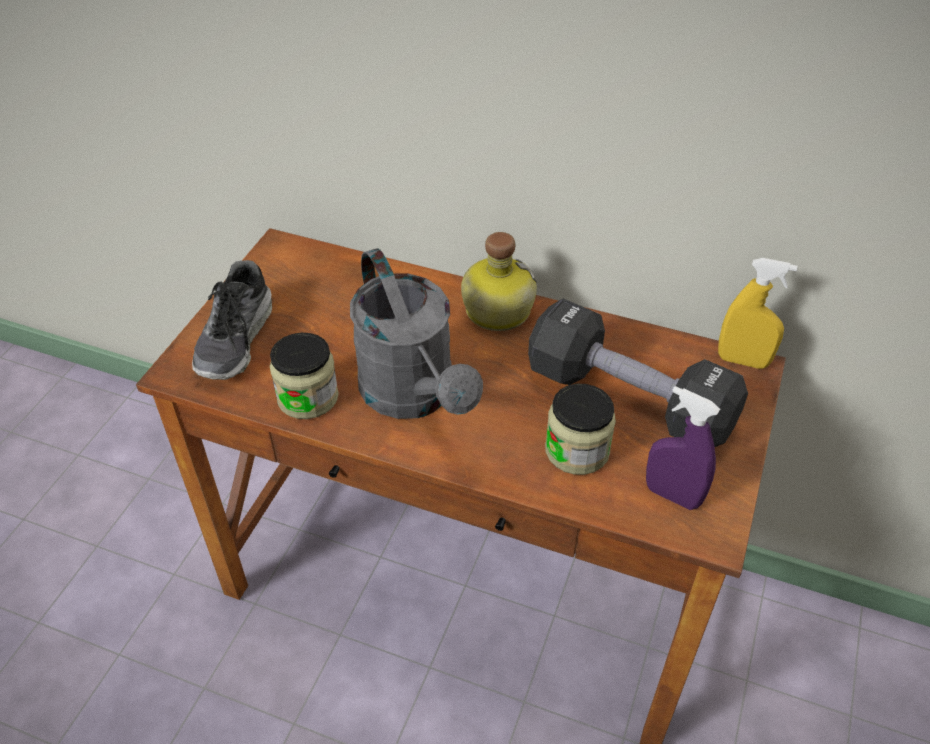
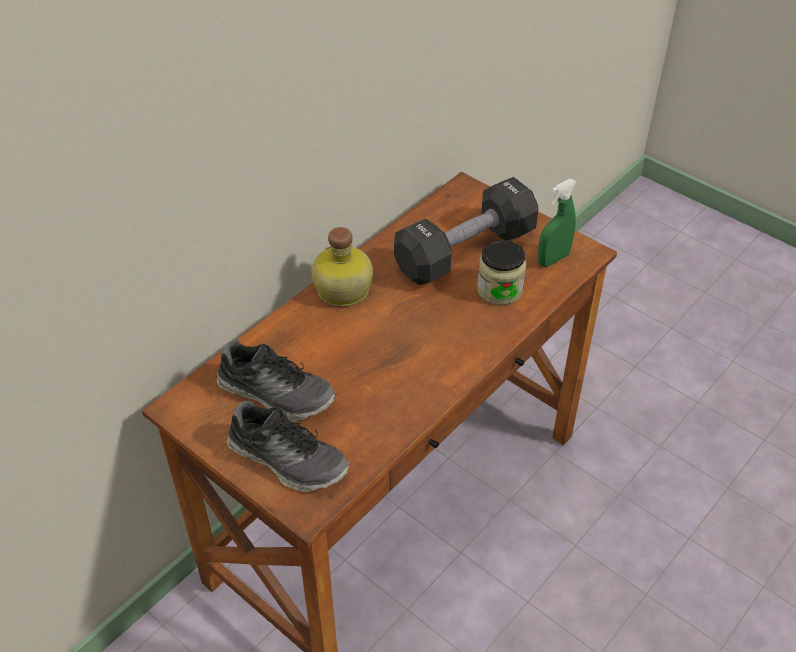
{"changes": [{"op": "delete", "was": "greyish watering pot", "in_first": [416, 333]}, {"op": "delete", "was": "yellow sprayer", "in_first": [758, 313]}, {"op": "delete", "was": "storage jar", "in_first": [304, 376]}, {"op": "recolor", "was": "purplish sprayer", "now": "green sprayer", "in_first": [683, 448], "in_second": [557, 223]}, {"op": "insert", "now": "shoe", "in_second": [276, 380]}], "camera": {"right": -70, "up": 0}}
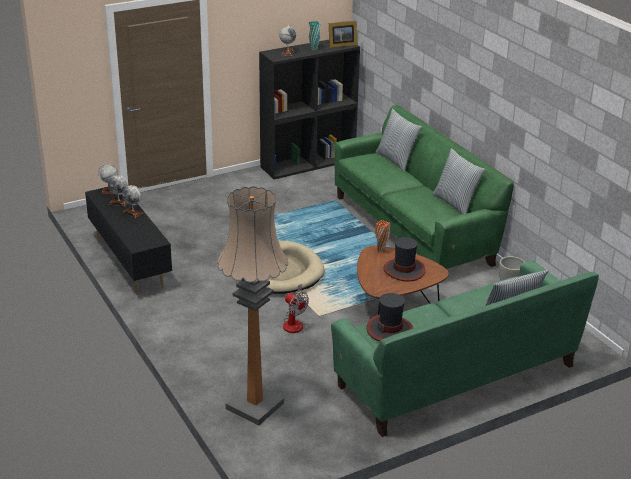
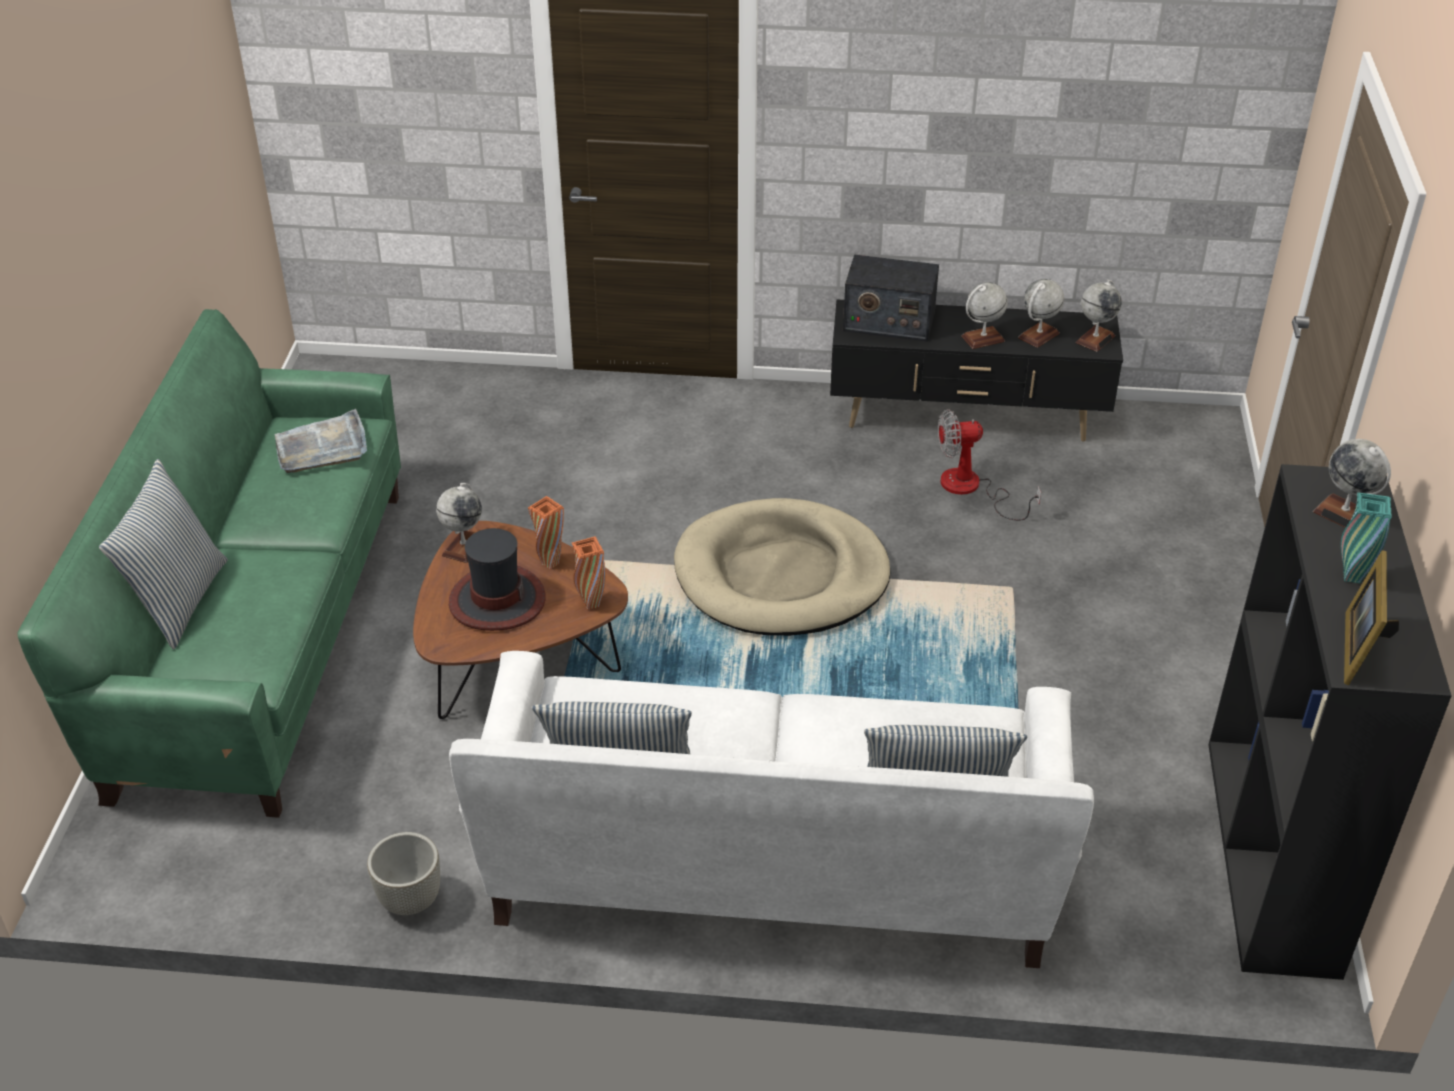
{"changes": [{"op": "recolor", "was": "green couch", "now": "white couch", "in_first": [424, 187], "in_second": [771, 809]}, {"op": "delete", "was": "standing lamp", "in_first": [252, 306]}, {"op": "move", "was": "electric fan", "in_first": [296, 308], "in_second": [989, 465]}, {"op": "replace", "was": "clothing hat", "now": "greyish carrying tray", "in_first": [389, 317], "in_second": [321, 441]}, {"op": "insert", "now": "radio receiver", "in_second": [891, 298]}, {"op": "insert", "now": "globe", "in_second": [459, 523]}, {"op": "insert", "now": "orange-coloured decorative vase", "in_second": [546, 533]}], "camera": {"right": 125, "up": 10}}
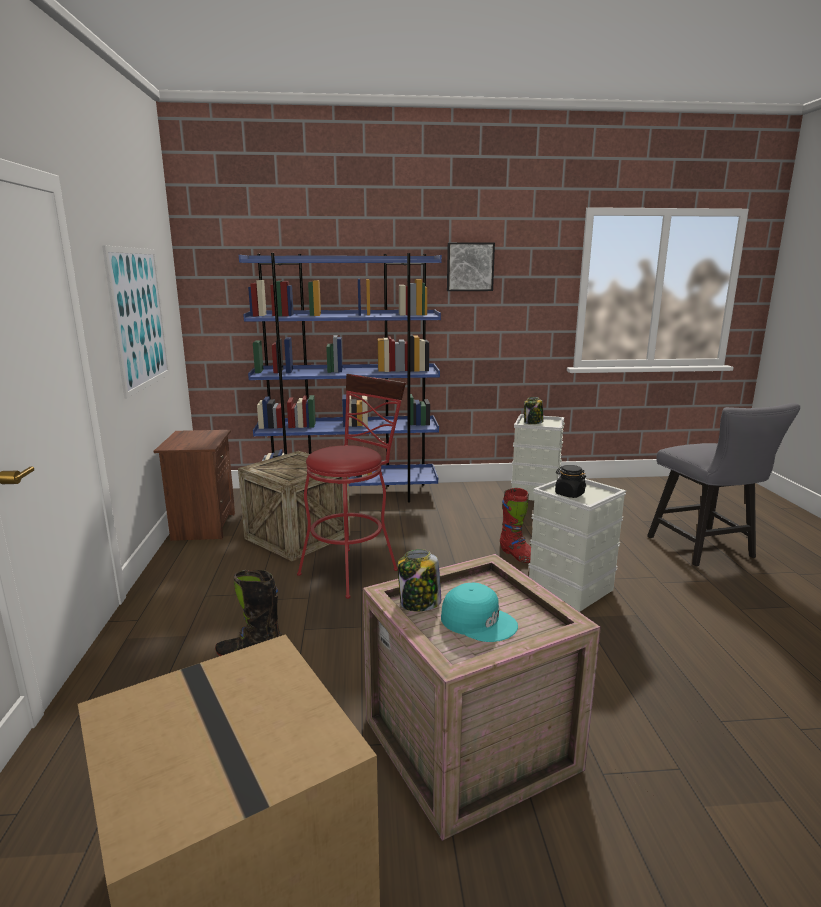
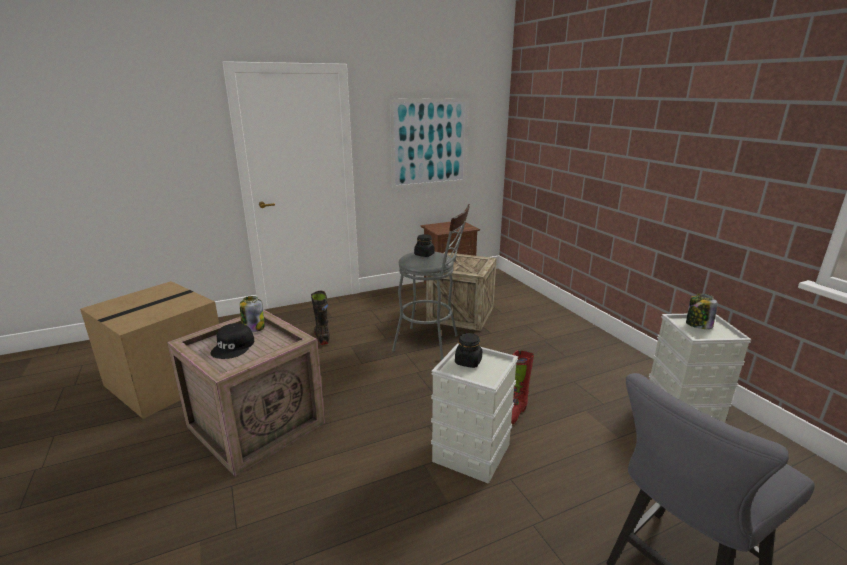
{"changes": [{"op": "delete", "was": "wall picture", "in_first": [471, 266]}, {"op": "delete", "was": "blue-coloured bookcase", "in_first": [340, 377]}, {"op": "recolor", "was": "reddish stool seat", "now": "greyish stool seat", "in_first": [351, 486], "in_second": [431, 282]}, {"op": "recolor", "was": "turquoise-coloured baseball cap", "now": "blackish baseball cap", "in_first": [479, 612], "in_second": [232, 341]}, {"op": "insert", "now": "blackish storage jar", "in_second": [424, 245]}], "camera": {"right": 70, "up": 5}}
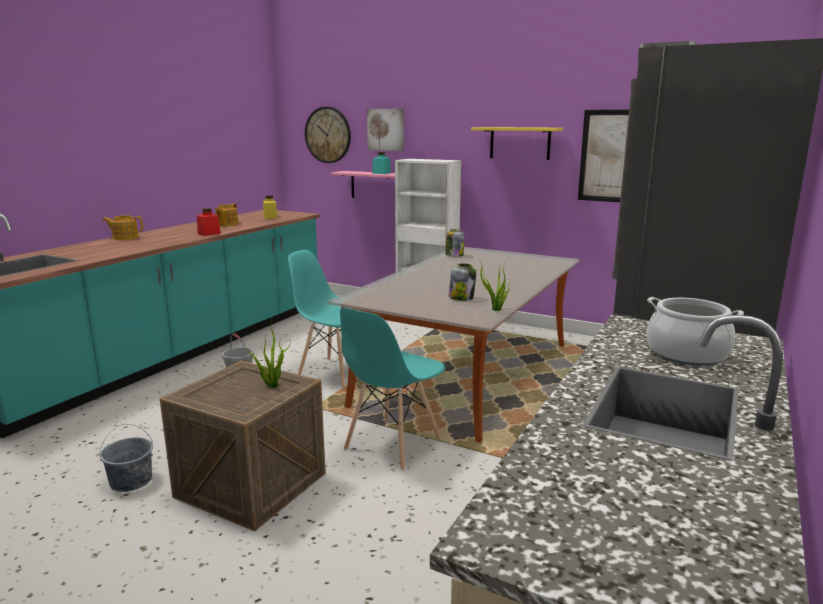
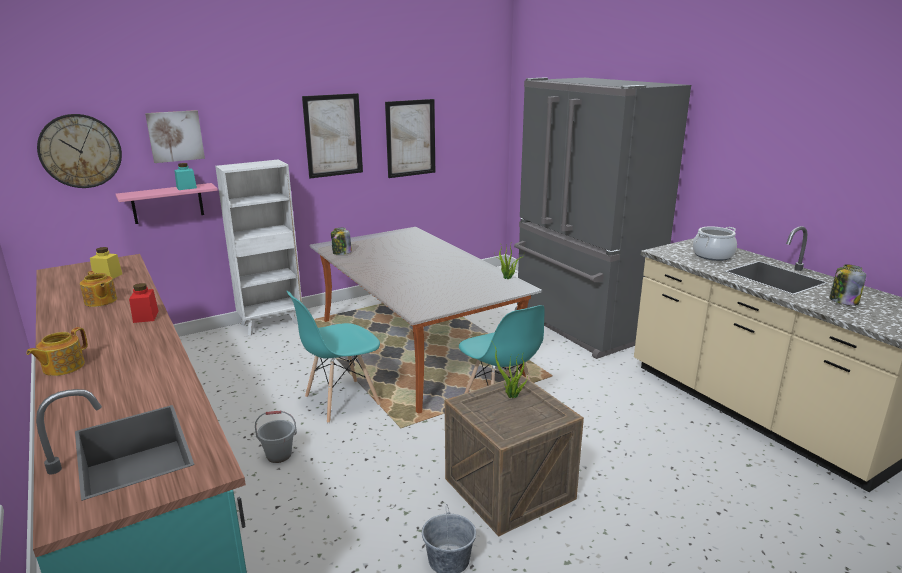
{"changes": [{"op": "replace", "was": "yellow wall shelf", "now": "wall picture", "in_first": [517, 143], "in_second": [332, 135]}, {"op": "move", "was": "storage jar", "in_first": [462, 282], "in_second": [848, 285]}], "camera": {"right": -60, "up": 5}}
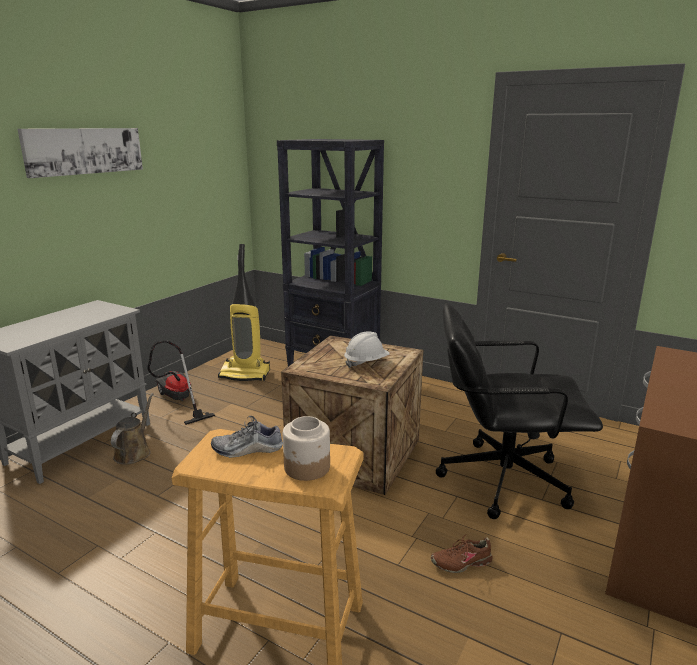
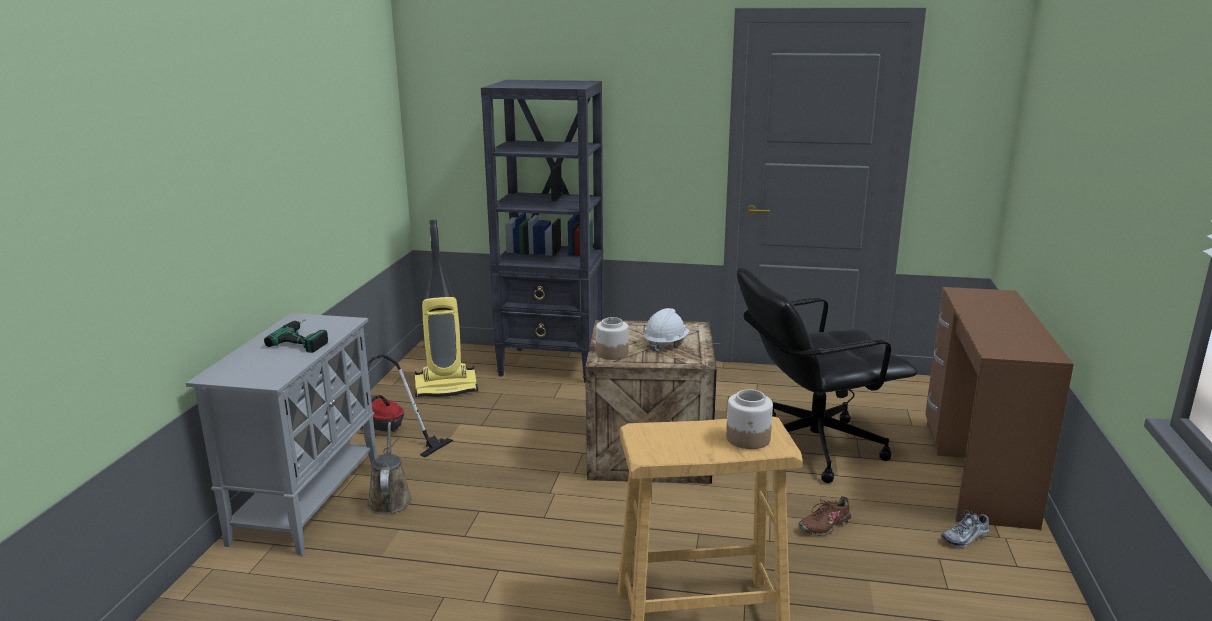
{"changes": [{"op": "delete", "was": "wall picture", "in_first": [80, 153]}, {"op": "move", "was": "shoe", "in_first": [247, 437], "in_second": [965, 528]}, {"op": "insert", "now": "storage jar", "in_second": [612, 338]}, {"op": "insert", "now": "power drill", "in_second": [296, 336]}], "camera": {"right": -20, "up": 0}}
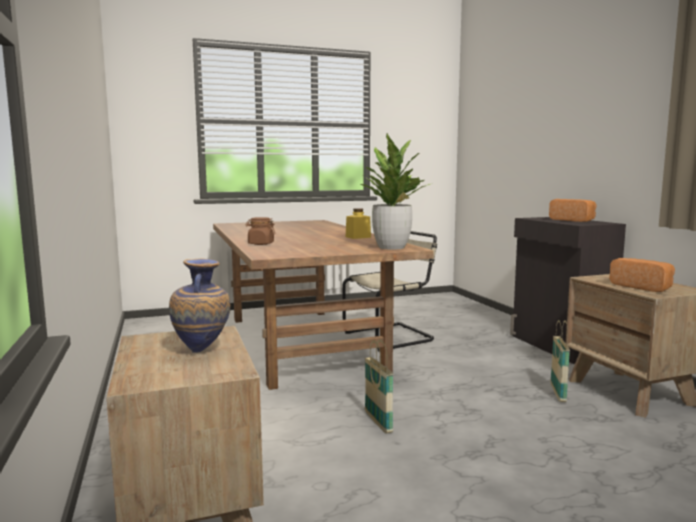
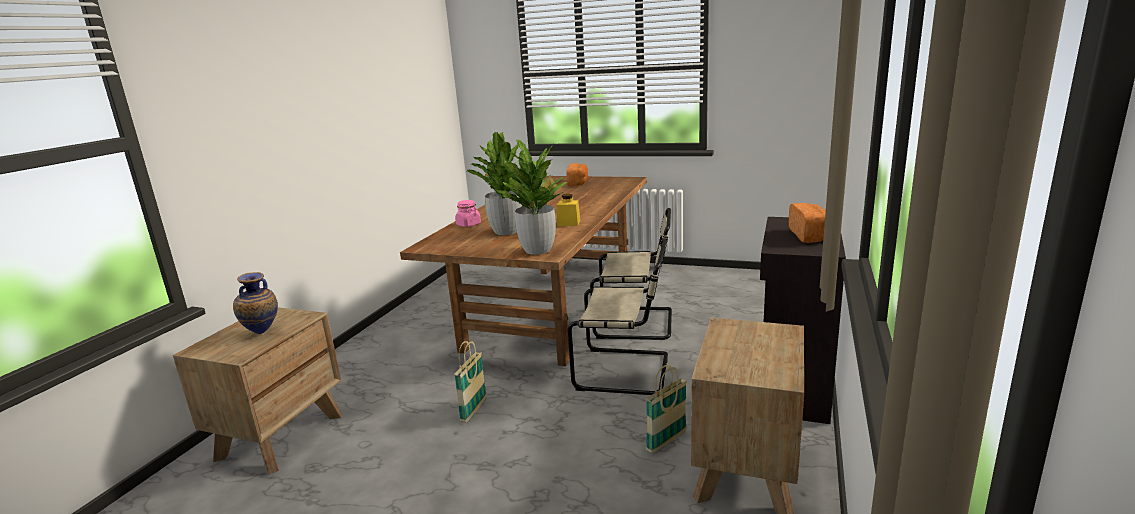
{"changes": [{"op": "recolor", "was": "brown-coloured storage jar", "now": "pink storage jar", "in_first": [261, 231], "in_second": [468, 213]}, {"op": "move", "was": "bakery bread", "in_first": [642, 275], "in_second": [577, 174]}, {"op": "insert", "now": "houseplant", "in_second": [494, 183]}, {"op": "insert", "now": "sand-coloured chair", "in_second": [618, 316]}], "camera": {"right": 40, "up": 10}}
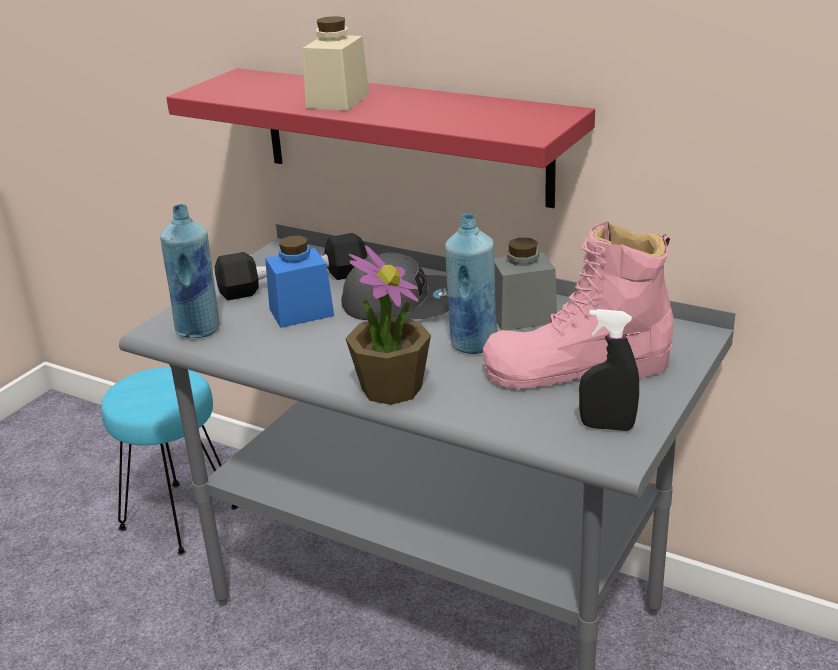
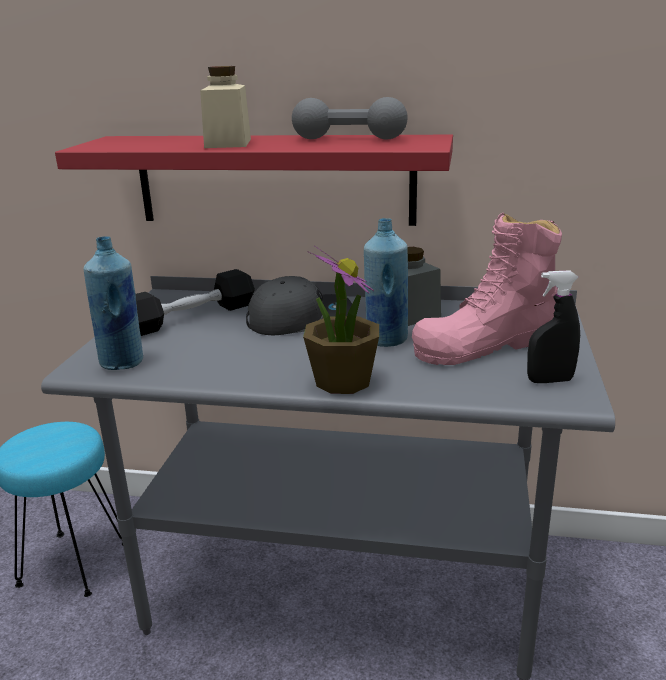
{"changes": [{"op": "delete", "was": "blue-coloured storage jar", "in_first": [299, 282]}, {"op": "insert", "now": "greyish free weight", "in_second": [350, 118]}], "camera": {"right": -20, "up": -5}}
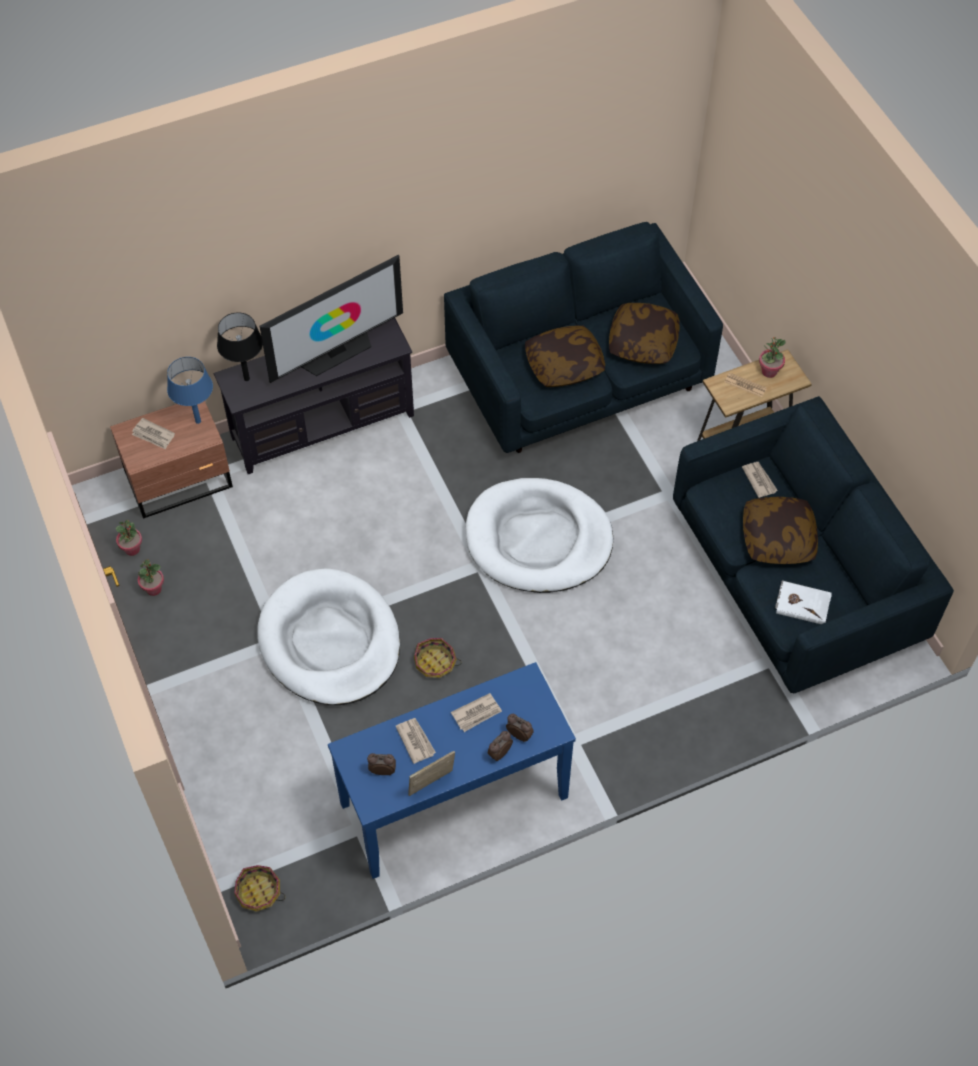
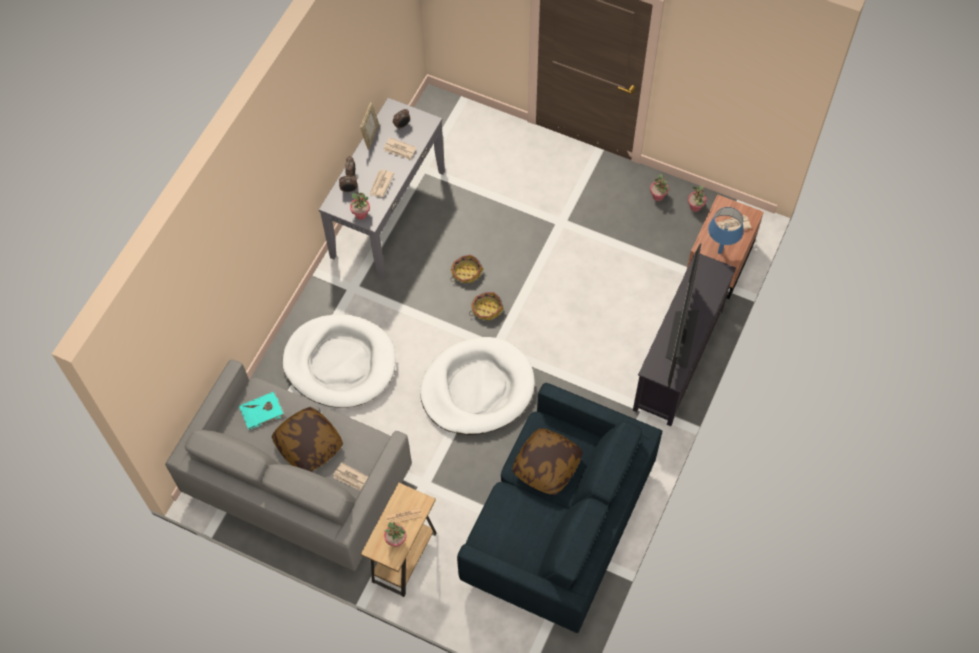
{"changes": [{"op": "delete", "was": "pillow", "in_first": [644, 333]}, {"op": "delete", "was": "blackish lamp for a table", "in_first": [240, 346]}, {"op": "recolor", "was": "blue-coloured couch", "now": "greyish couch", "in_first": [813, 544], "in_second": [288, 465]}, {"op": "move", "was": "white dog cushion", "in_first": [328, 636], "in_second": [339, 361]}, {"op": "recolor", "was": "white book", "now": "turquoise-coloured book", "in_first": [803, 602], "in_second": [262, 411]}, {"op": "recolor", "was": "blue-coloured console table", "now": "greyish console table", "in_first": [452, 770], "in_second": [382, 188]}, {"op": "move", "was": "basket", "in_first": [259, 888], "in_second": [486, 306]}, {"op": "insert", "now": "houseplant", "in_second": [360, 205]}], "camera": {"right": 140, "up": 5}}
